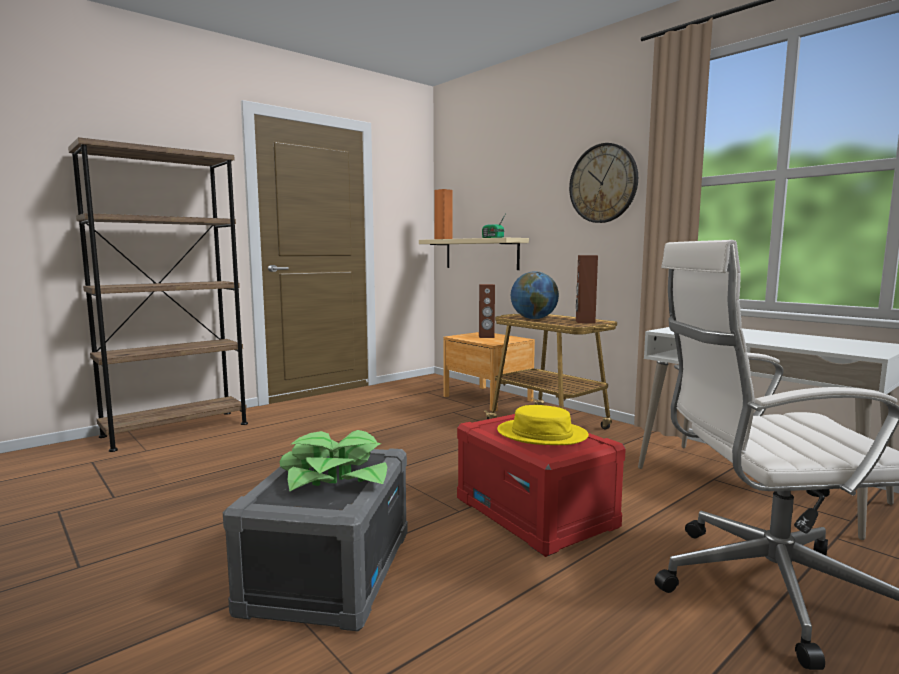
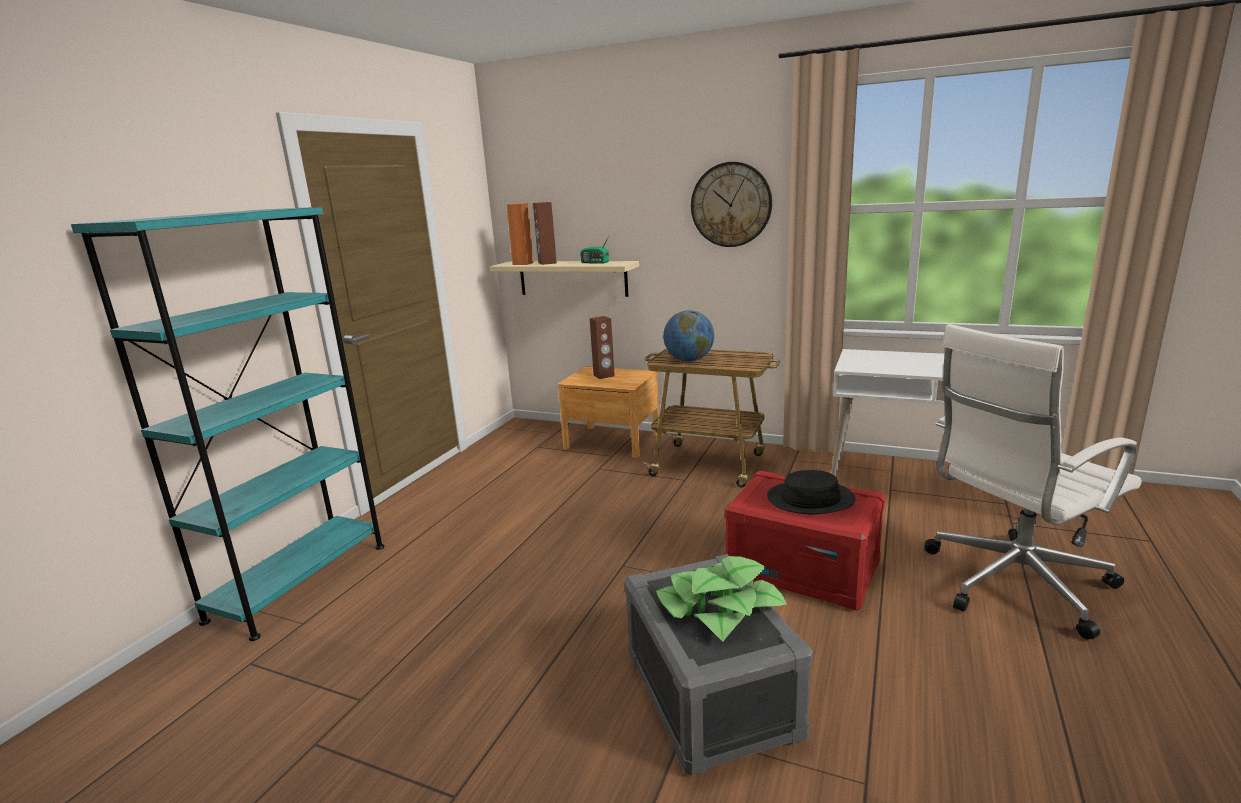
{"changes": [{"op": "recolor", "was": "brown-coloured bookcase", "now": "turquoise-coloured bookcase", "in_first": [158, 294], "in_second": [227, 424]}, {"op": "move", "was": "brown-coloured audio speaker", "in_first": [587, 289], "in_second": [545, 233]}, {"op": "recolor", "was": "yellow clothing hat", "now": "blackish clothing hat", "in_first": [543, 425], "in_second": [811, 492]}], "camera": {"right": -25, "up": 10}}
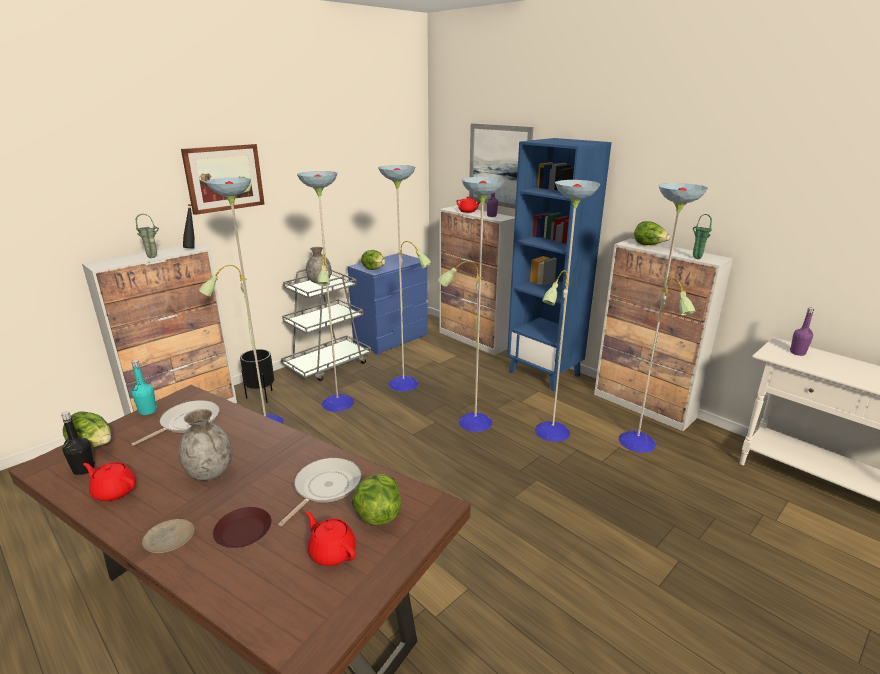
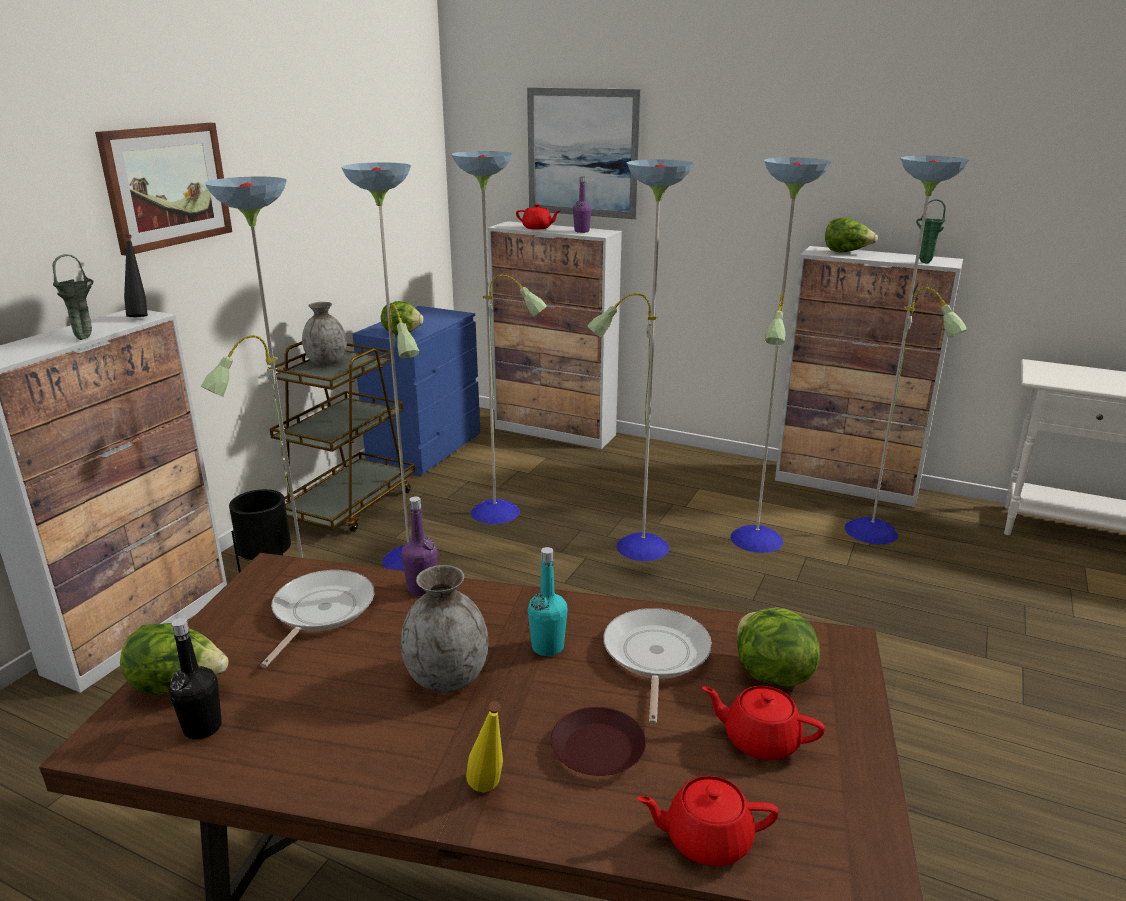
{"changes": [{"op": "delete", "was": "blue-coloured bookcase", "in_first": [559, 265]}, {"op": "recolor", "was": "greyish wheeled cart", "now": "brown-coloured wheeled cart", "in_first": [326, 325], "in_second": [342, 436]}, {"op": "move", "was": "purplish beverage bottle", "in_first": [802, 331], "in_second": [419, 546]}, {"op": "move", "was": "turquoise-coloured beverage bottle", "in_first": [144, 387], "in_second": [548, 601]}, {"op": "move", "was": "reddish pot for tea", "in_first": [109, 481], "in_second": [708, 821]}, {"op": "replace", "was": "sand-coloured dinner plate", "now": "yellow beverage bottle", "in_first": [168, 536], "in_second": [484, 746]}], "camera": {"right": -20, "up": 0}}
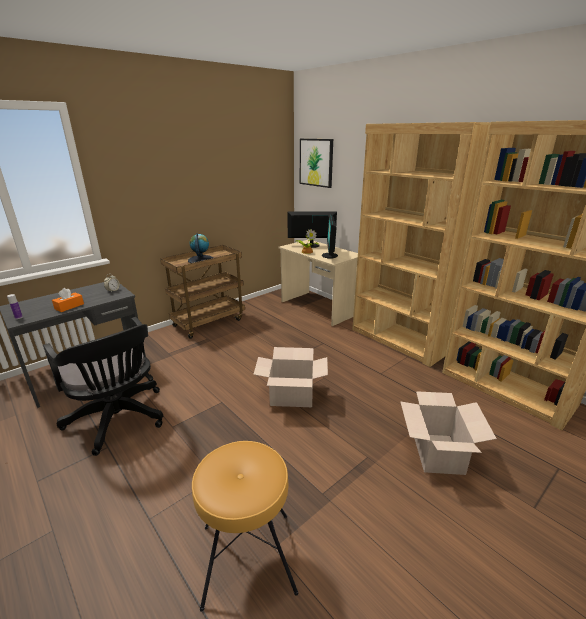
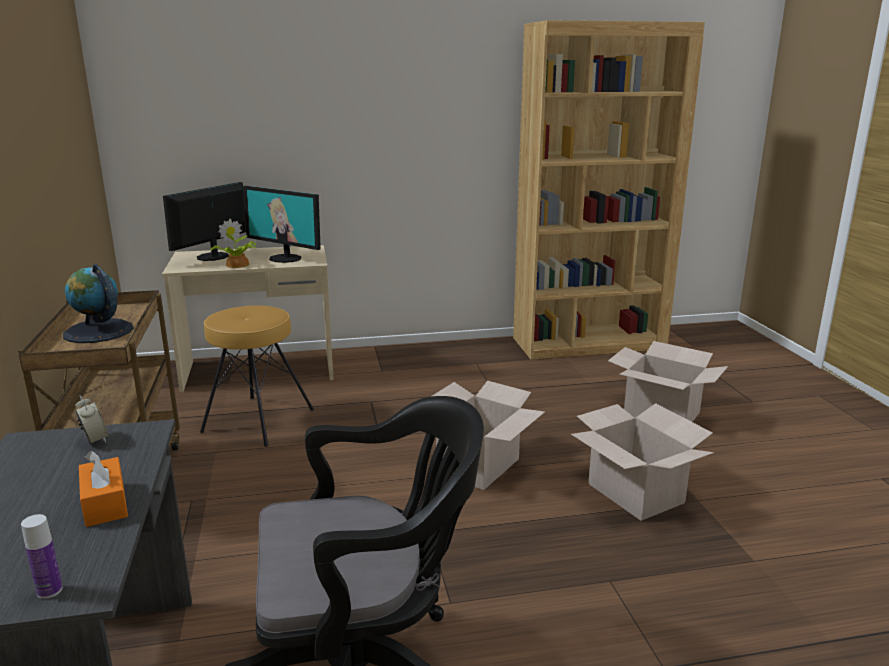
{"changes": [{"op": "delete", "was": "brown-coloured bookcase", "in_first": [421, 244]}, {"op": "delete", "was": "wall picture", "in_first": [316, 163]}, {"op": "move", "was": "brown-coloured stool seat", "in_first": [245, 526], "in_second": [257, 376]}, {"op": "insert", "now": "cardboard box", "in_second": [642, 462]}], "camera": {"right": -60, "up": -5}}
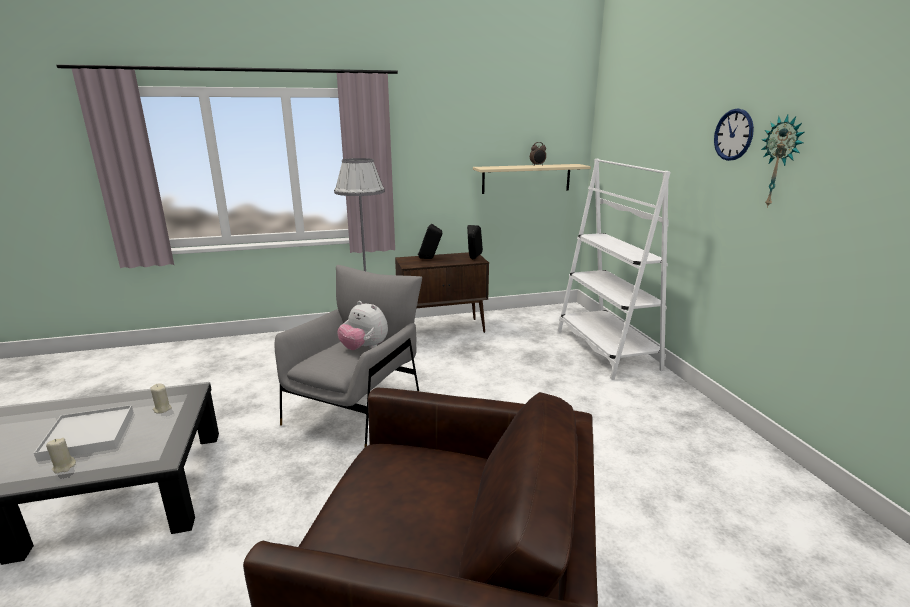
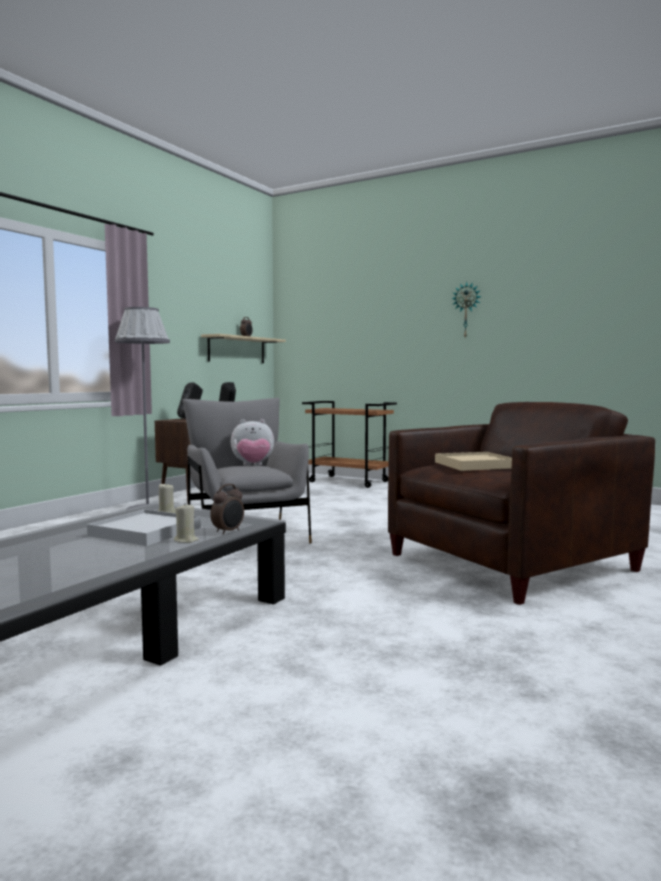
{"changes": [{"op": "delete", "was": "hanging clock", "in_first": [734, 135]}, {"op": "replace", "was": "white bookcase", "now": "brown-coloured wheeled cart", "in_first": [614, 269], "in_second": [349, 444]}, {"op": "insert", "now": "sand-coloured carrying tray", "in_second": [473, 461]}, {"op": "insert", "now": "table clock", "in_second": [227, 509]}], "camera": {"right": -45, "up": -15}}
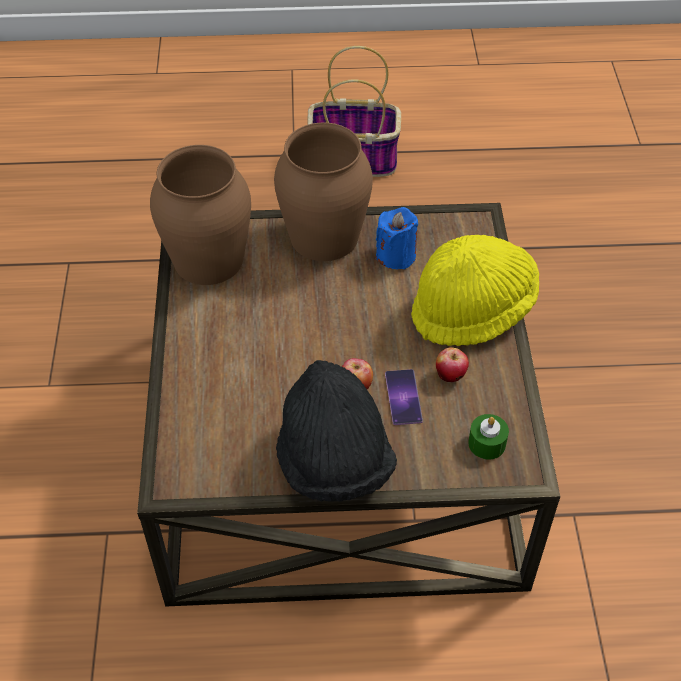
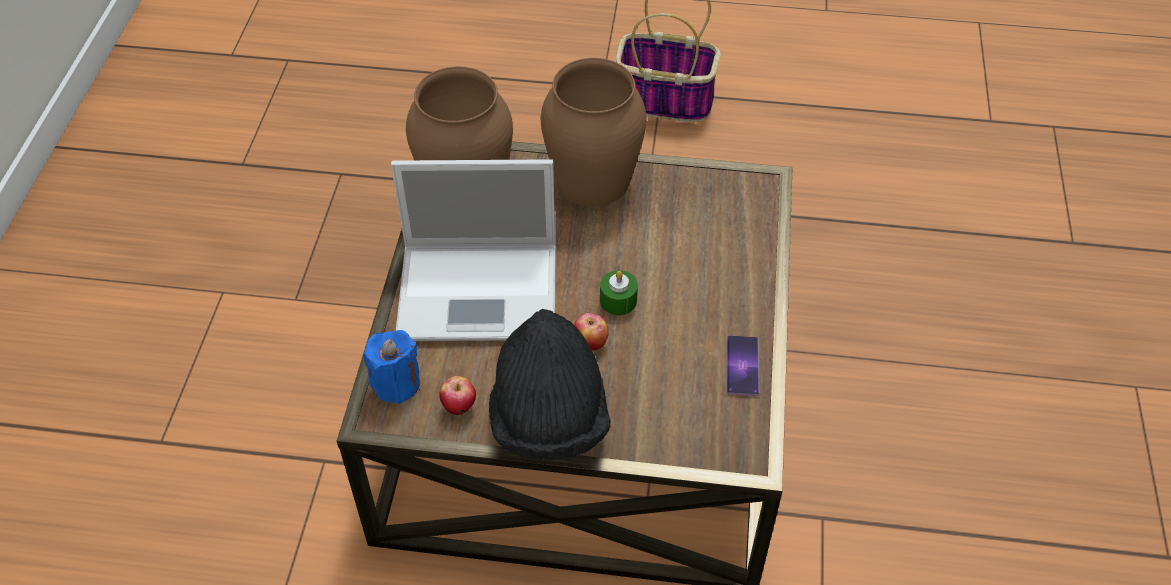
{"changes": [{"op": "move", "was": "blue-coloured wax candle", "in_first": [397, 238], "in_second": [391, 367]}, {"op": "delete", "was": "yellow clothing hat", "in_first": [475, 290]}, {"op": "move", "was": "apple", "in_first": [452, 364], "in_second": [458, 395]}, {"op": "move", "was": "handset", "in_first": [404, 397], "in_second": [742, 365]}, {"op": "move", "was": "green wax candle", "in_first": [488, 437], "in_second": [619, 292]}, {"op": "insert", "now": "laptop", "in_second": [473, 250]}], "camera": {"right": 10, "up": 0}}
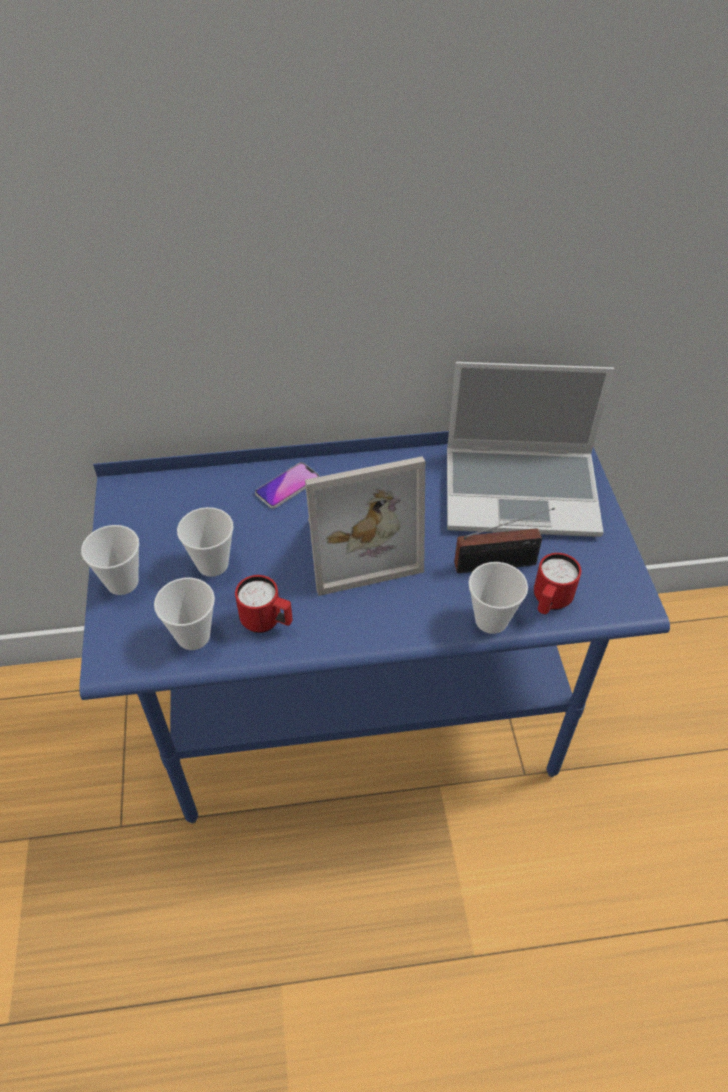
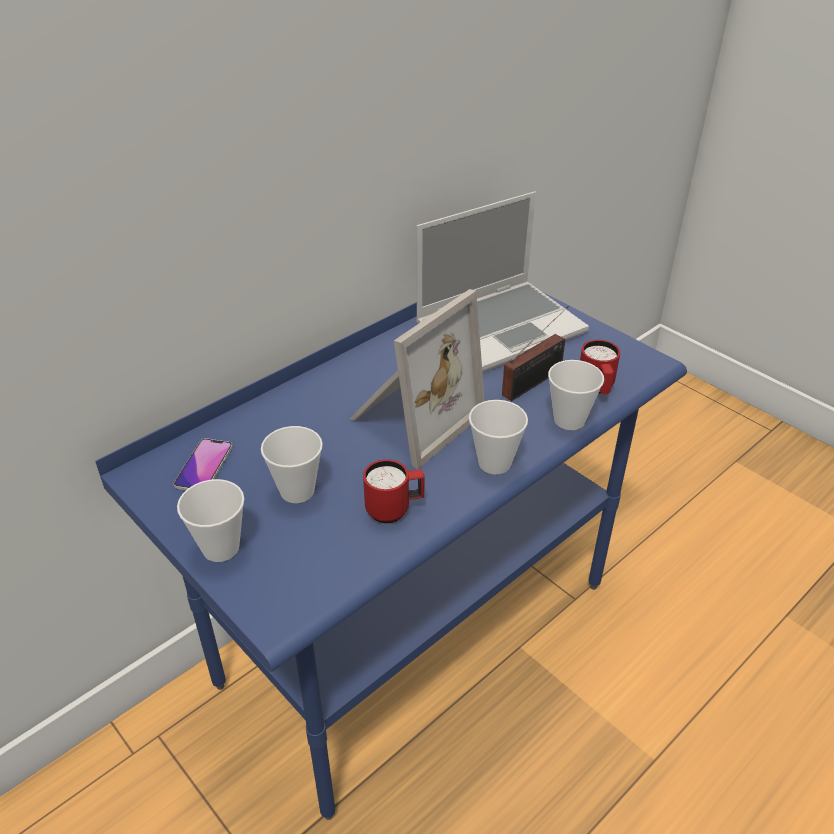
{"changes": [{"op": "move", "was": "handset", "in_first": [287, 485], "in_second": [203, 464]}, {"op": "move", "was": "small cup", "in_first": [184, 614], "in_second": [498, 437]}], "camera": {"right": -35, "up": -10}}
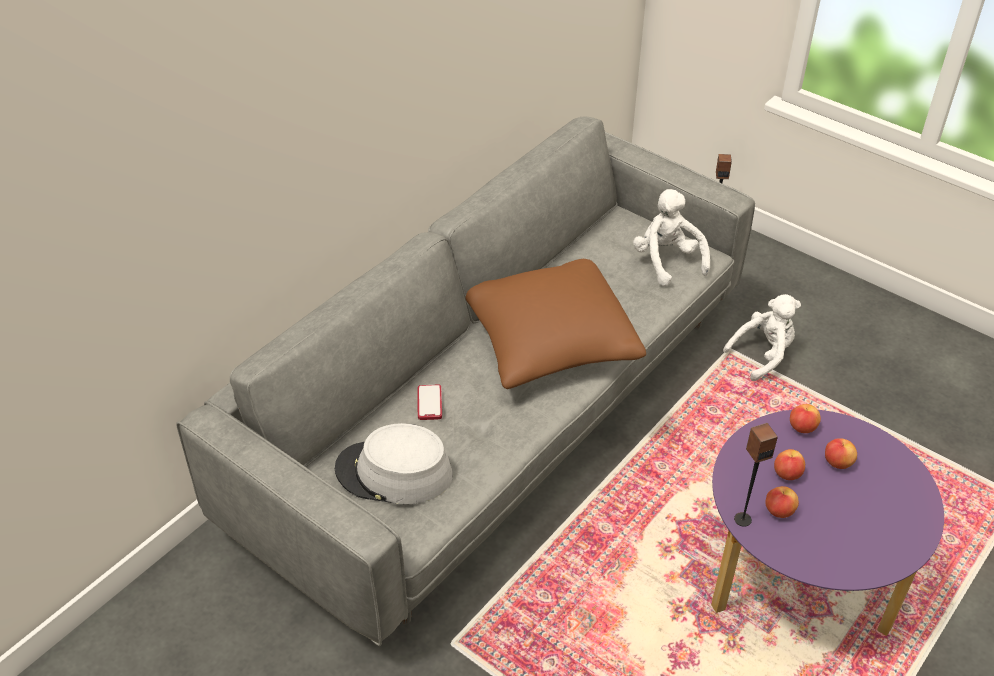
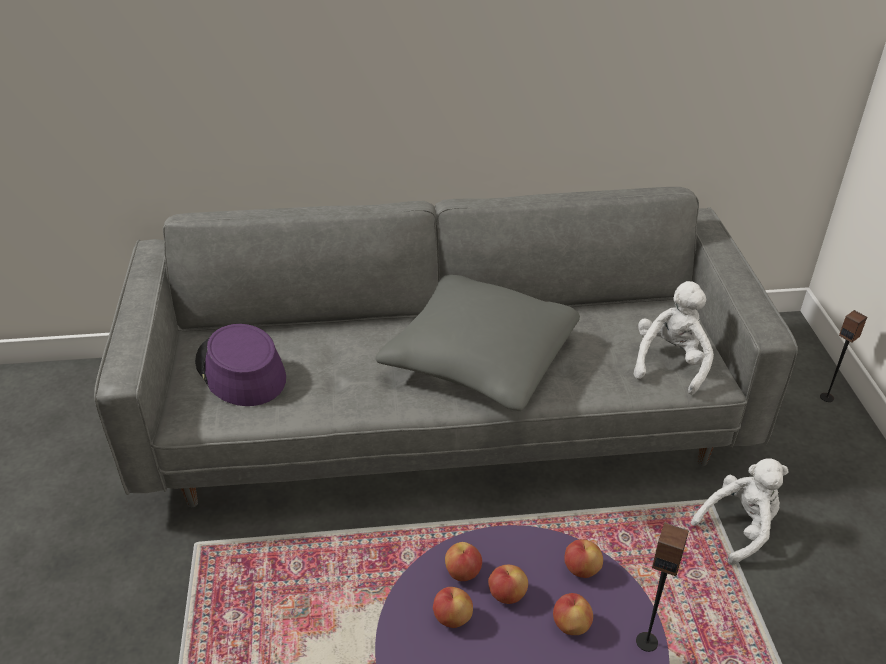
{"changes": [{"op": "recolor", "was": "brown-coloured pillow", "now": "greyish pillow", "in_first": [555, 324], "in_second": [478, 343]}, {"op": "rotate", "was": "white soft toy", "in_first": [762, 337], "in_second": [740, 511], "clockwise": -45}, {"op": "delete", "was": "handset", "in_first": [430, 402]}, {"op": "recolor", "was": "greyish clothing hat", "now": "purplish clothing hat", "in_first": [394, 463], "in_second": [240, 365]}, {"op": "move", "was": "audio speaker", "in_first": [756, 475], "in_second": [662, 587]}, {"op": "insert", "now": "apple", "in_second": [463, 561]}], "camera": {"right": 45, "up": -5}}
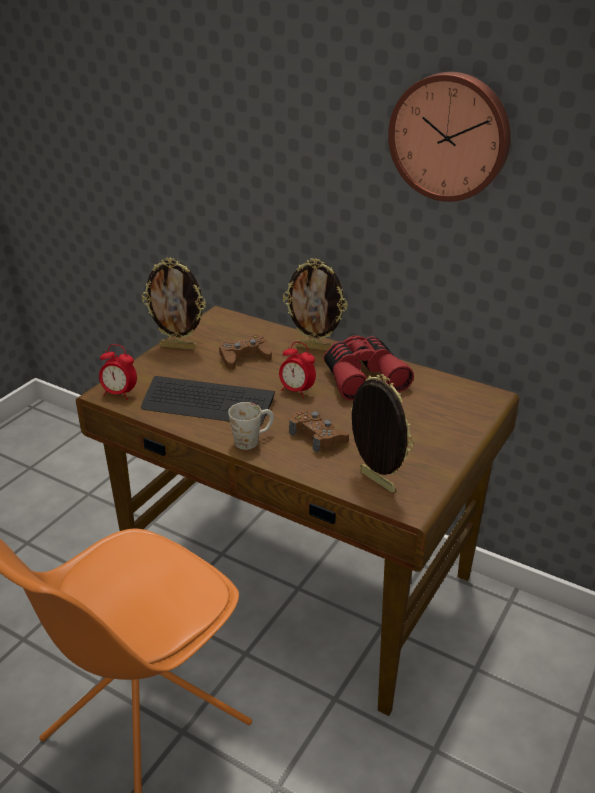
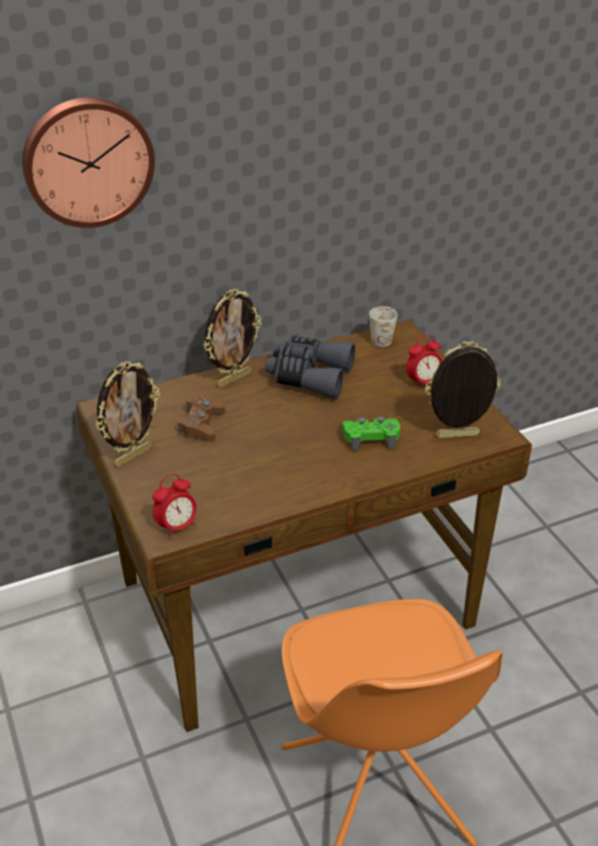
{"changes": [{"op": "move", "was": "hanging clock", "in_first": [449, 137], "in_second": [88, 162]}, {"op": "recolor", "was": "reddish pair of binoculars", "now": "greyish pair of binoculars", "in_first": [369, 368], "in_second": [310, 367]}, {"op": "move", "was": "table clock", "in_first": [297, 370], "in_second": [424, 362]}, {"op": "delete", "was": "keyboard", "in_first": [208, 400]}, {"op": "move", "was": "white mug", "in_first": [251, 426], "in_second": [383, 326]}, {"op": "recolor", "was": "brown-coloured game controller", "now": "green game controller", "in_first": [319, 431], "in_second": [371, 433]}], "camera": {"right": -55, "up": 5}}
